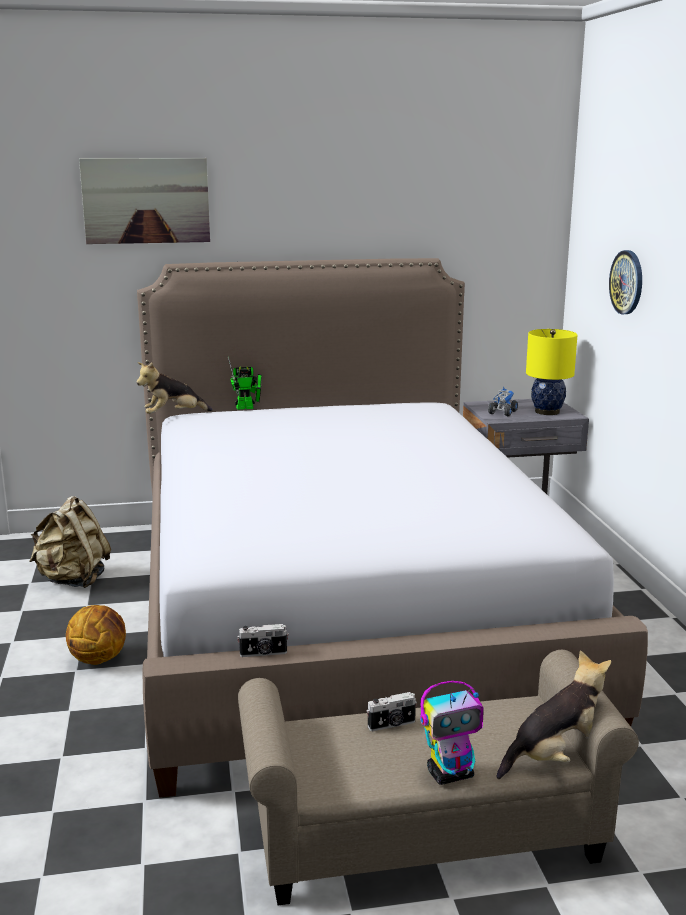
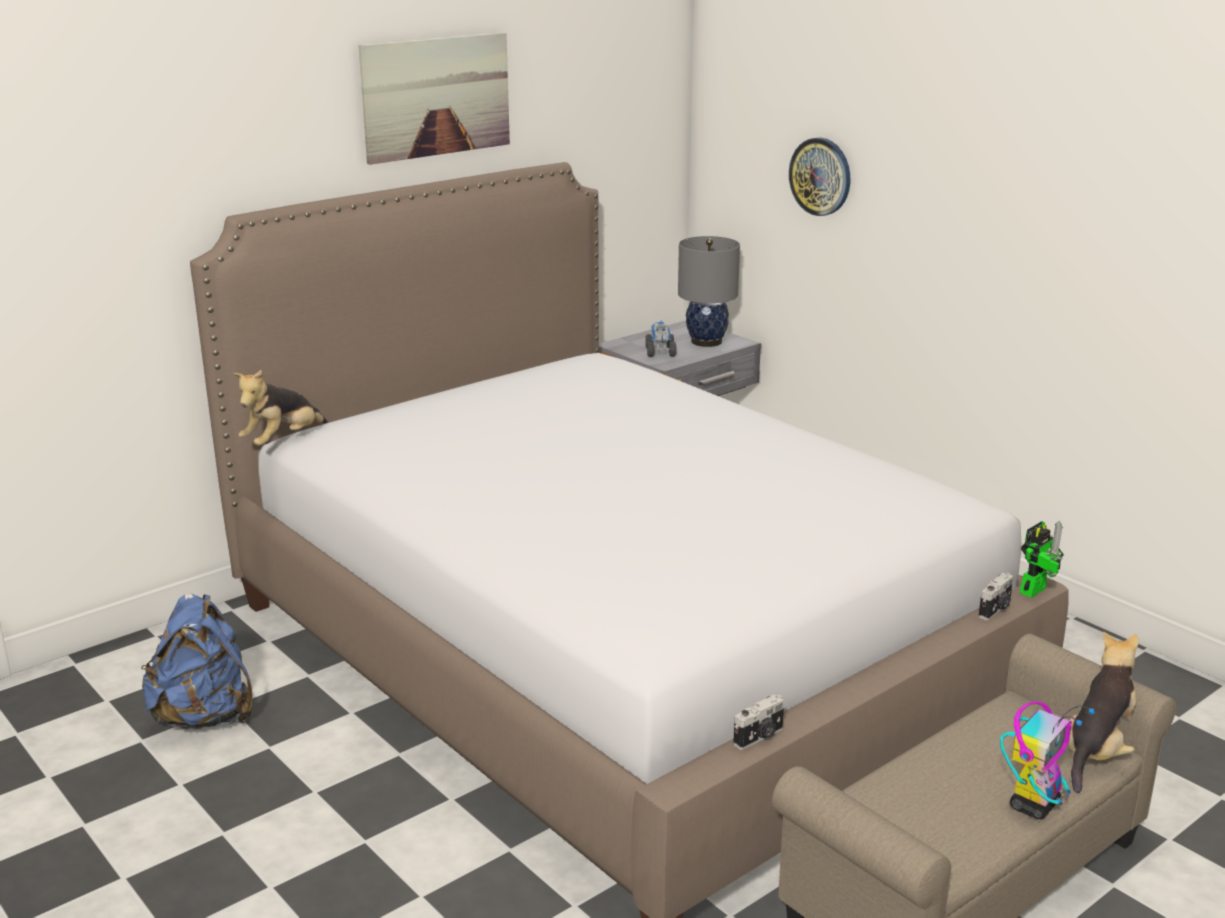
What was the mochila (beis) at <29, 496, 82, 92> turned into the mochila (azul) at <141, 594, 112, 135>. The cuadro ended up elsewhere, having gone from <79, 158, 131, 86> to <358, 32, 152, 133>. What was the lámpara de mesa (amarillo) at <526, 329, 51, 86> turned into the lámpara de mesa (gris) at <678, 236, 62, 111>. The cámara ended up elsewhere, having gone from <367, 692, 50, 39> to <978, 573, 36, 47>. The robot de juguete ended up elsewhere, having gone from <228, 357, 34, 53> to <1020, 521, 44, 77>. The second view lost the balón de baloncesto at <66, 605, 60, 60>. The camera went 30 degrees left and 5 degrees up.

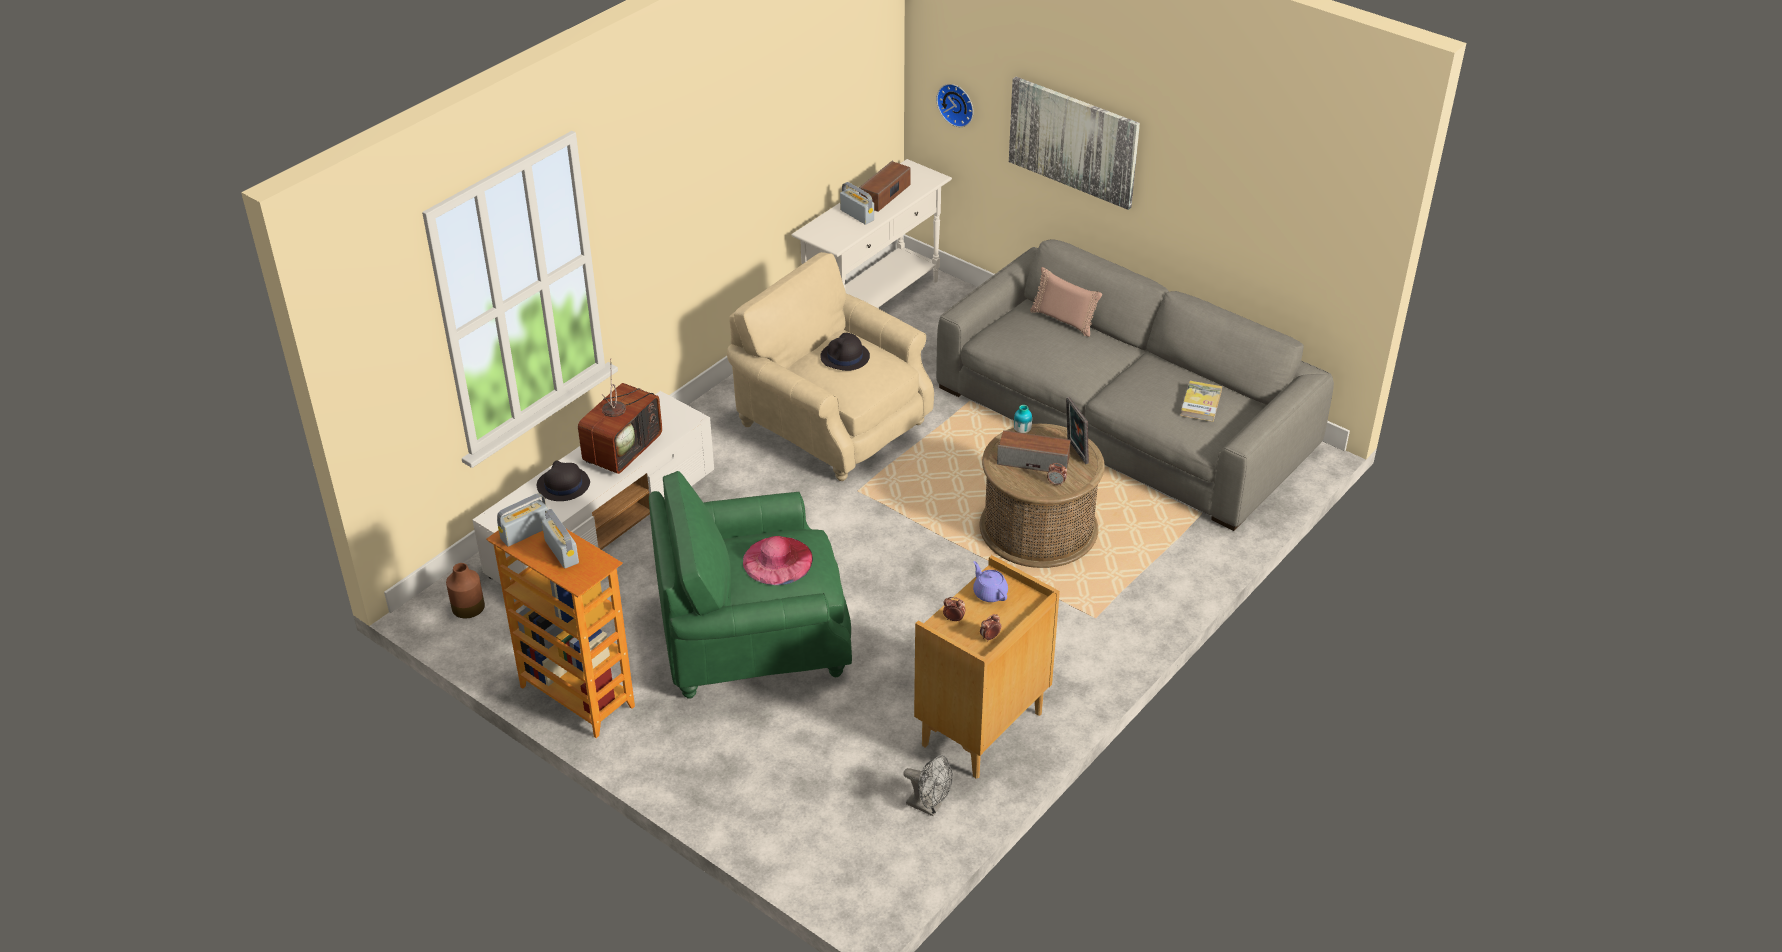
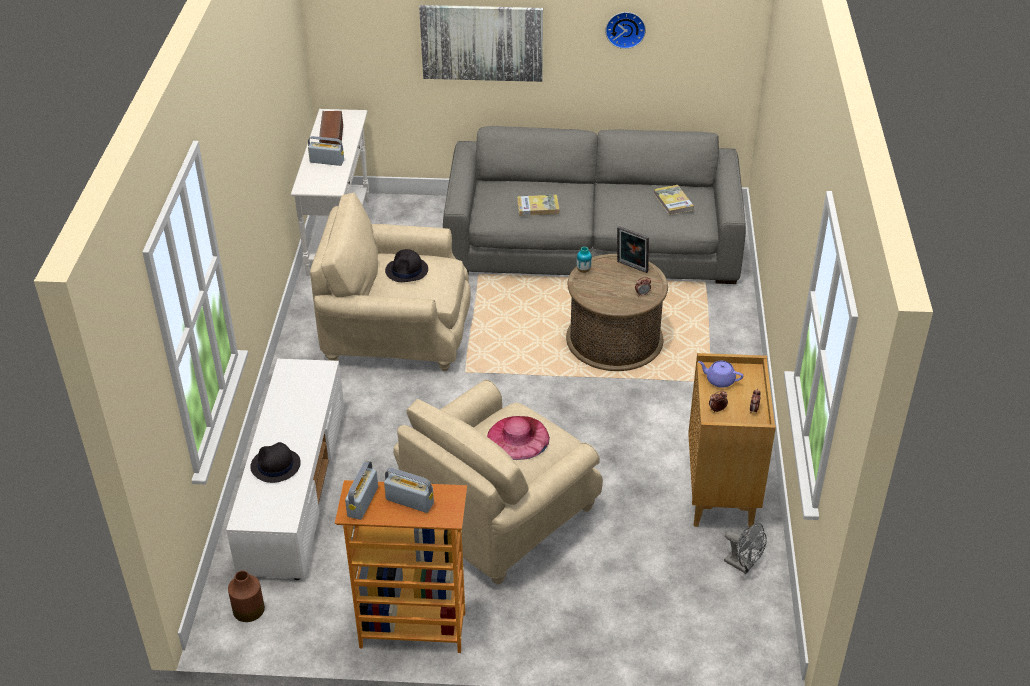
What was the sillón (verde) at <649, 471, 203, 228> turned into the sillón (beis) at <393, 379, 210, 205>. The second view gained the libro at <517, 195, 42, 21>. The reloj de pared ended up elsewhere, having gone from <936, 84, 37, 43> to <605, 12, 41, 37>. The ventilador (gris) at <903, 755, 50, 61> ended up facing another way, 45 degrees clockwise from before. The second view lost the televisor at <578, 358, 84, 116>. The second view lost the altavoz at <997, 430, 74, 43>. The second view lost the cojín (beis) at <1030, 267, 72, 70>. The camera went 35 degrees left and 0 degrees up.

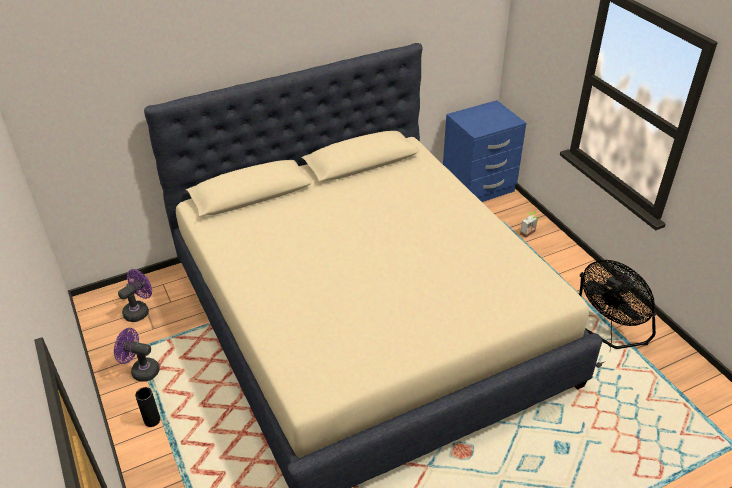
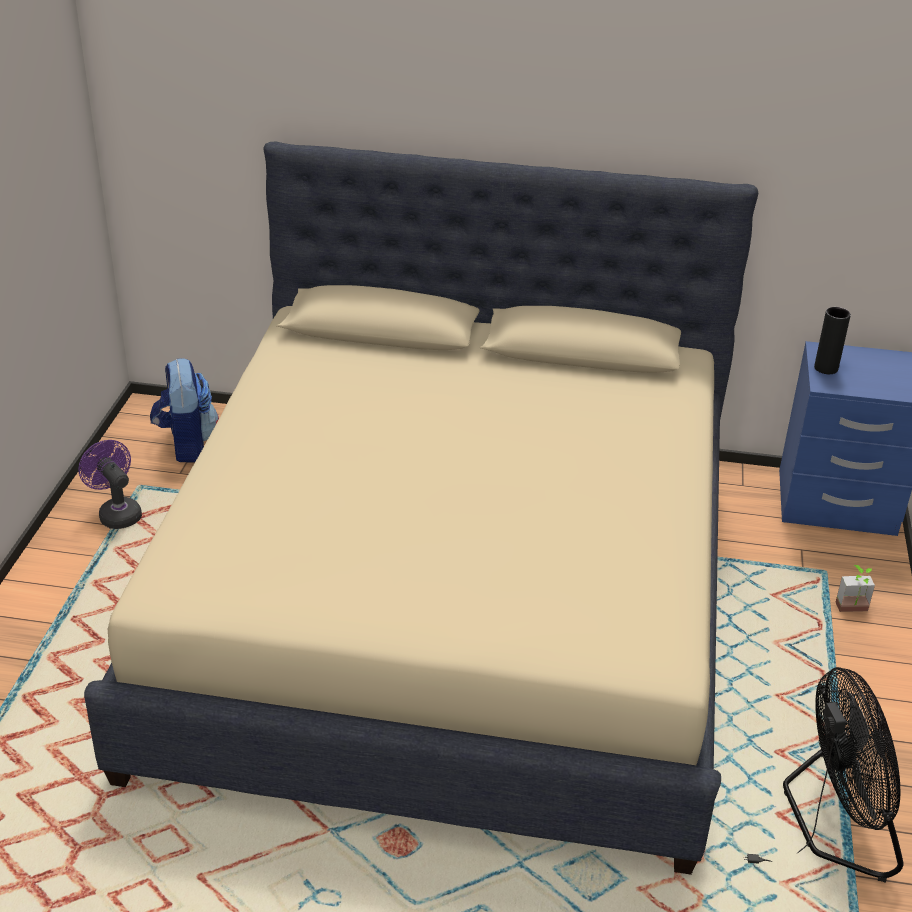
Where the ventilador (morado) stood at <118, 269, 34, 53>, the mochila came to stand at <150, 358, 69, 104>. The florero (negro) ended up elsewhere, having gone from <135, 387, 25, 40> to <814, 307, 37, 67>. The camera went 35 degrees right and 5 degrees down.

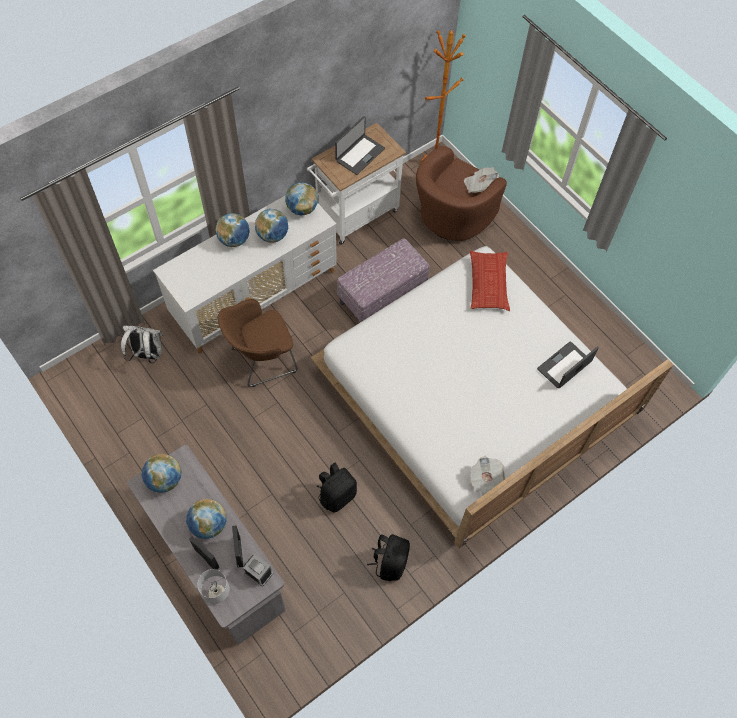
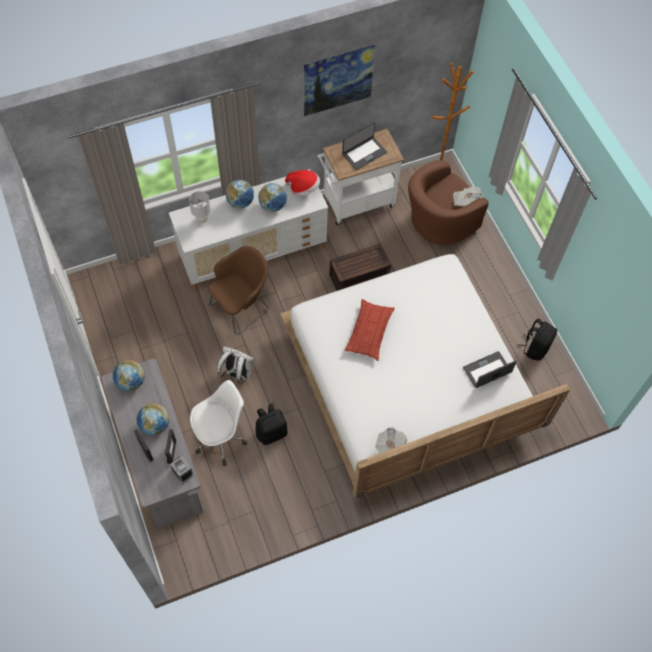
The lámpara de mesa (gris) ended up elsewhere, having gone from <197, 569, 33, 35> to <189, 191, 22, 32>. The second view gained the silla de oficina (blanco) at <190, 380, 57, 86>. The sillón (marrón) at <218, 299, 80, 88> ended up facing another way, 150 degrees clockwise from before. The mochila (blanco) ended up elsewhere, having gone from <121, 326, 42, 37> to <217, 346, 38, 38>. Where the globo terráqueo stood at <285, 182, 33, 33>, the sombrero came to stand at <285, 170, 35, 26>. The second view gained the cuadro at <304, 44, 72, 72>. Where the puf stood at <337, 238, 93, 84>, the caja de almacenaje (marrón) came to stand at <329, 244, 62, 47>. The cojín ended up elsewhere, having gone from <470, 250, 40, 61> to <345, 299, 50, 62>. The mochila (negro) ended up elsewhere, having gone from <367, 534, 43, 47> to <518, 319, 39, 41>. The camera went 15 degrees right and 0 degrees up.

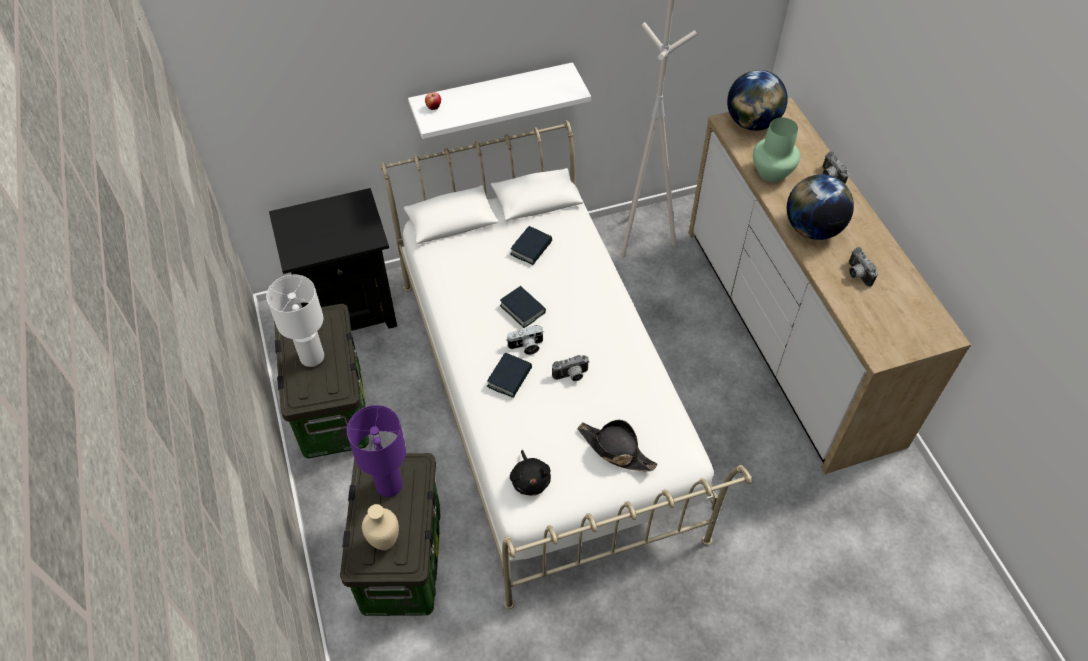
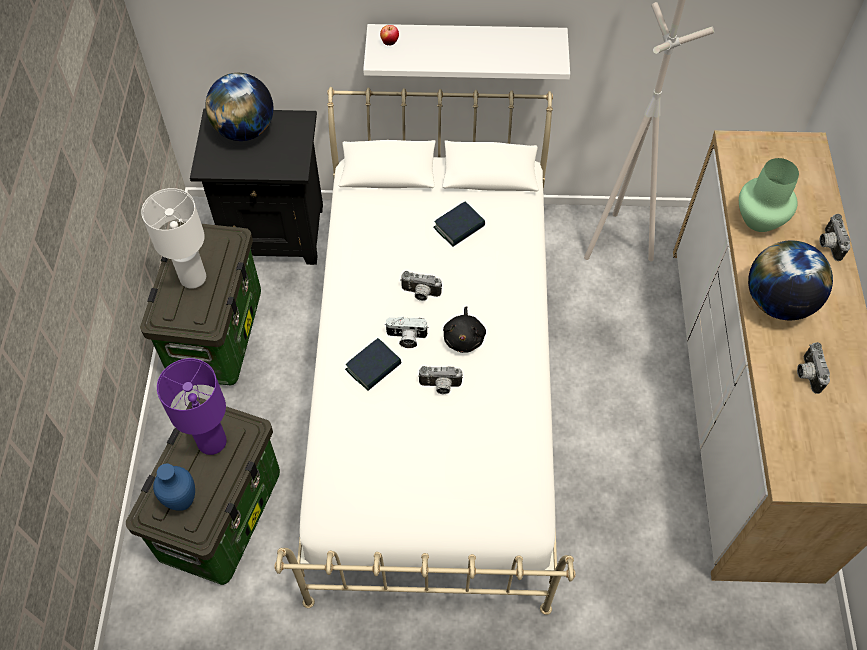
What was the florero (beis) at <362, 504, 37, 46> turned into the florero (azul) at <153, 463, 42, 48>. The globo terráqueo ended up elsewhere, having gone from <727, 70, 61, 61> to <205, 73, 68, 68>. Where the libro stood at <500, 286, 46, 42>, the cámara came to stand at <400, 271, 42, 30>. The peluche (negro) ended up elsewhere, having gone from <510, 450, 41, 45> to <443, 306, 43, 47>. The second view lost the sombrero (negro) at <578, 420, 79, 51>. The camera went 20 degrees right and 5 degrees up.

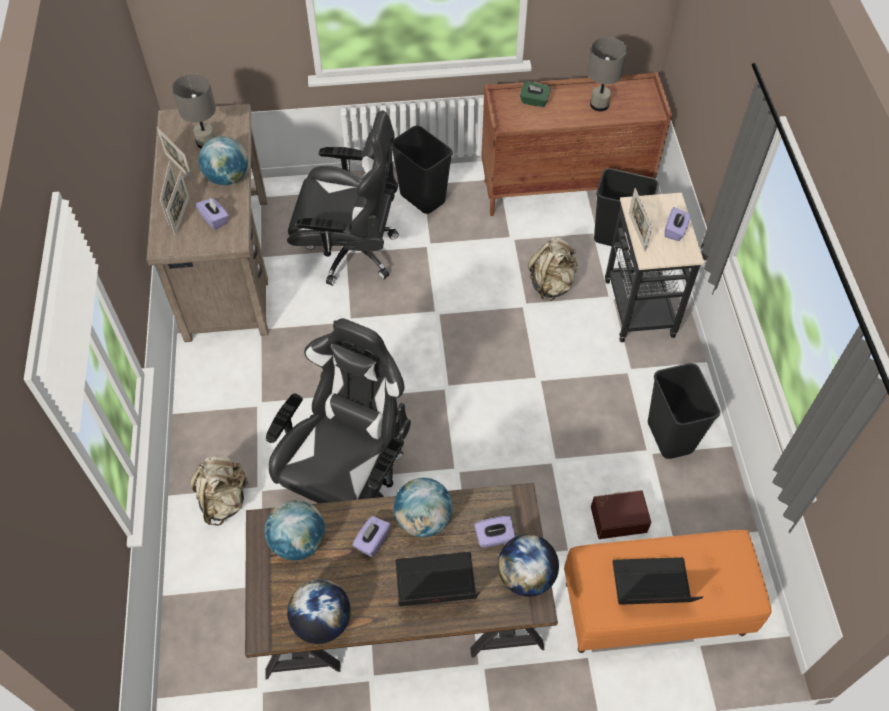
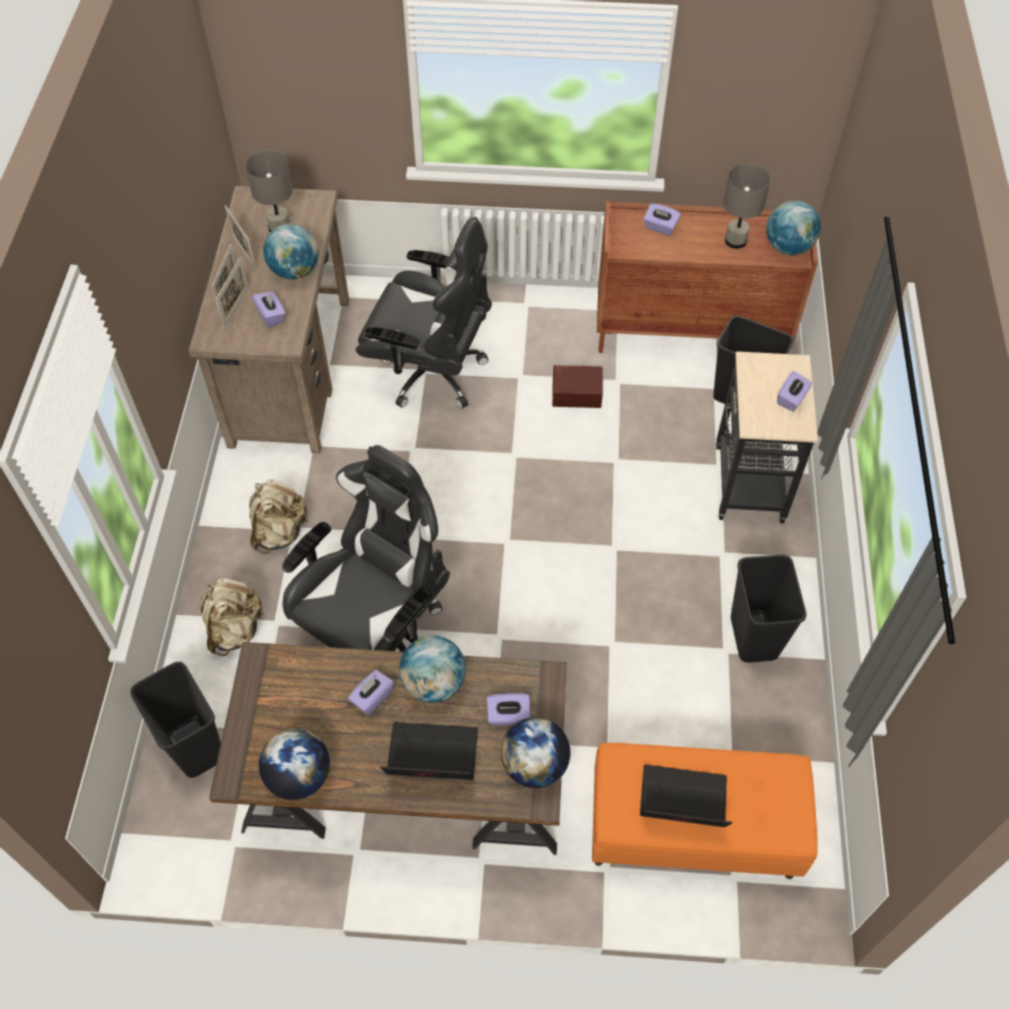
The papelera (negro) ended up elsewhere, having gone from <392, 125, 61, 89> to <130, 662, 91, 116>. The mochila (beis) ended up elsewhere, having gone from <528, 238, 49, 63> to <249, 479, 59, 75>. The caja de almacenaje (marrón) ended up elsewhere, having gone from <591, 490, 60, 49> to <552, 365, 51, 43>. What was the caja de pañuelos (verde) at <520, 82, 31, 25> turned into the caja de pañuelos (morado) at <643, 204, 38, 32>. The globo terráqueo ended up elsewhere, having gone from <265, 500, 60, 60> to <766, 201, 55, 54>. The second view lost the portarretratos at <629, 188, 23, 64>. The camera went 10 degrees right and 0 degrees up.

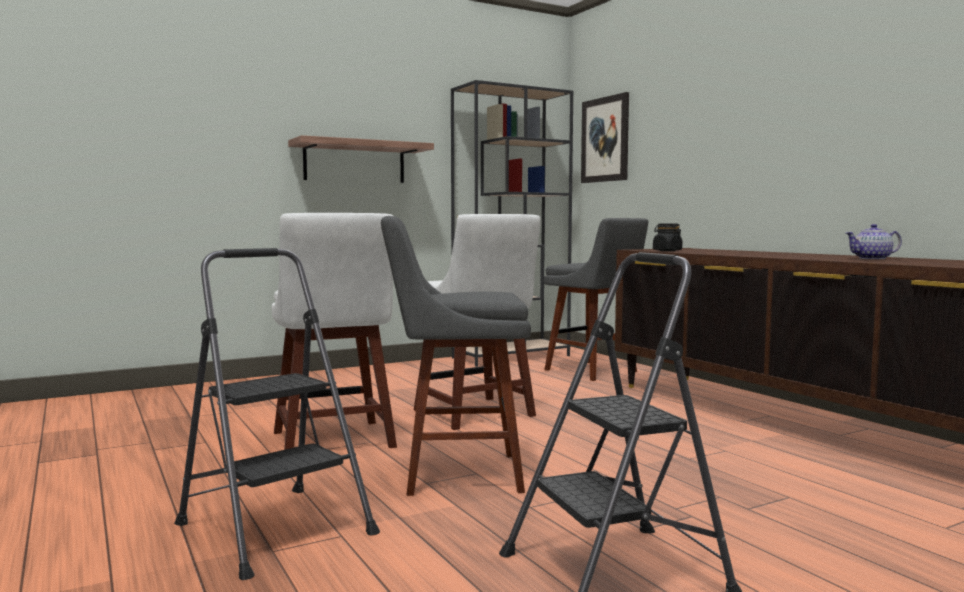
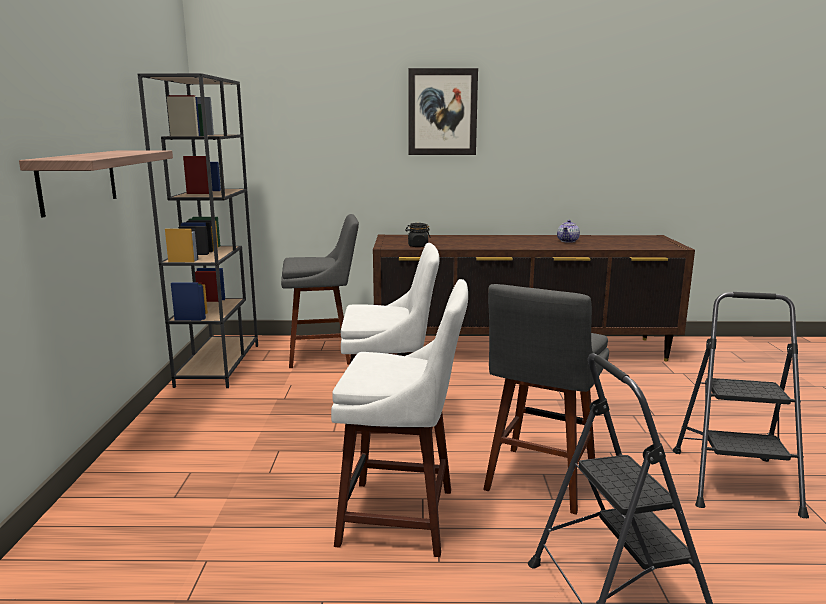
The cuadro ended up elsewhere, having gone from <581, 92, 48, 91> to <408, 68, 70, 87>. The camera went 60 degrees left and 10 degrees up.

